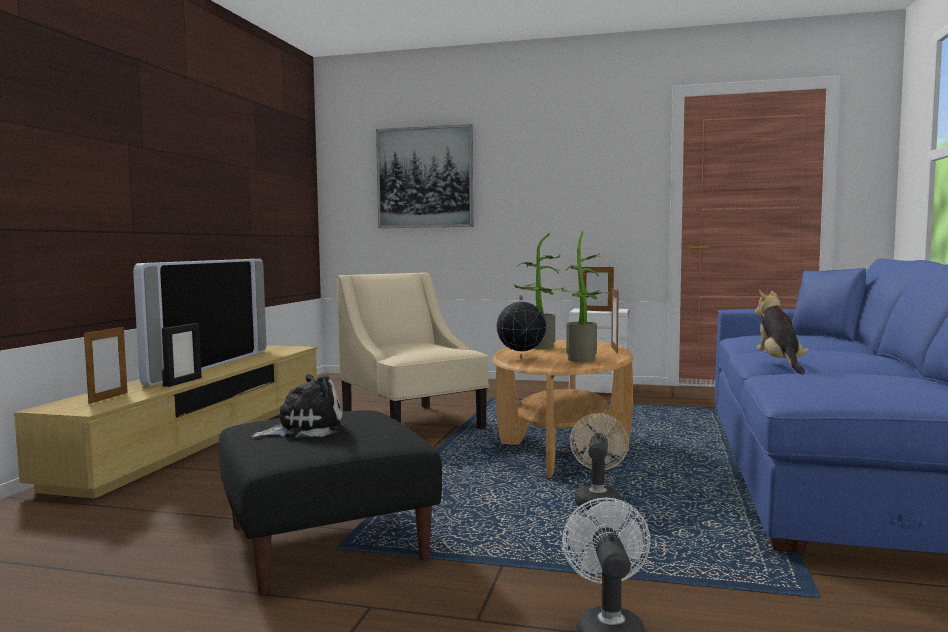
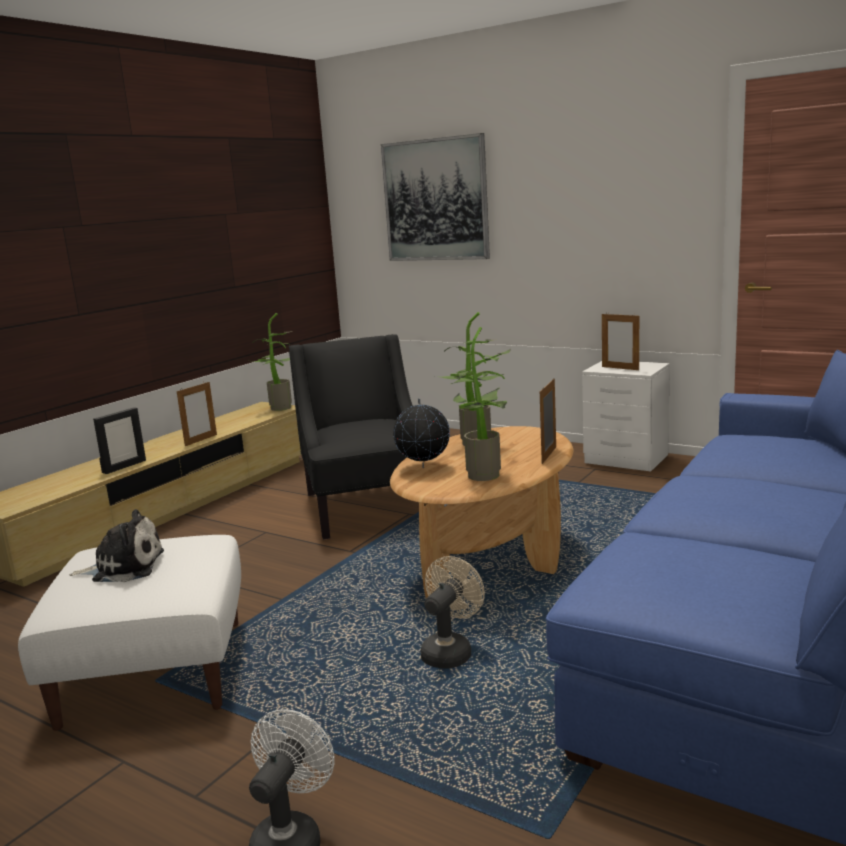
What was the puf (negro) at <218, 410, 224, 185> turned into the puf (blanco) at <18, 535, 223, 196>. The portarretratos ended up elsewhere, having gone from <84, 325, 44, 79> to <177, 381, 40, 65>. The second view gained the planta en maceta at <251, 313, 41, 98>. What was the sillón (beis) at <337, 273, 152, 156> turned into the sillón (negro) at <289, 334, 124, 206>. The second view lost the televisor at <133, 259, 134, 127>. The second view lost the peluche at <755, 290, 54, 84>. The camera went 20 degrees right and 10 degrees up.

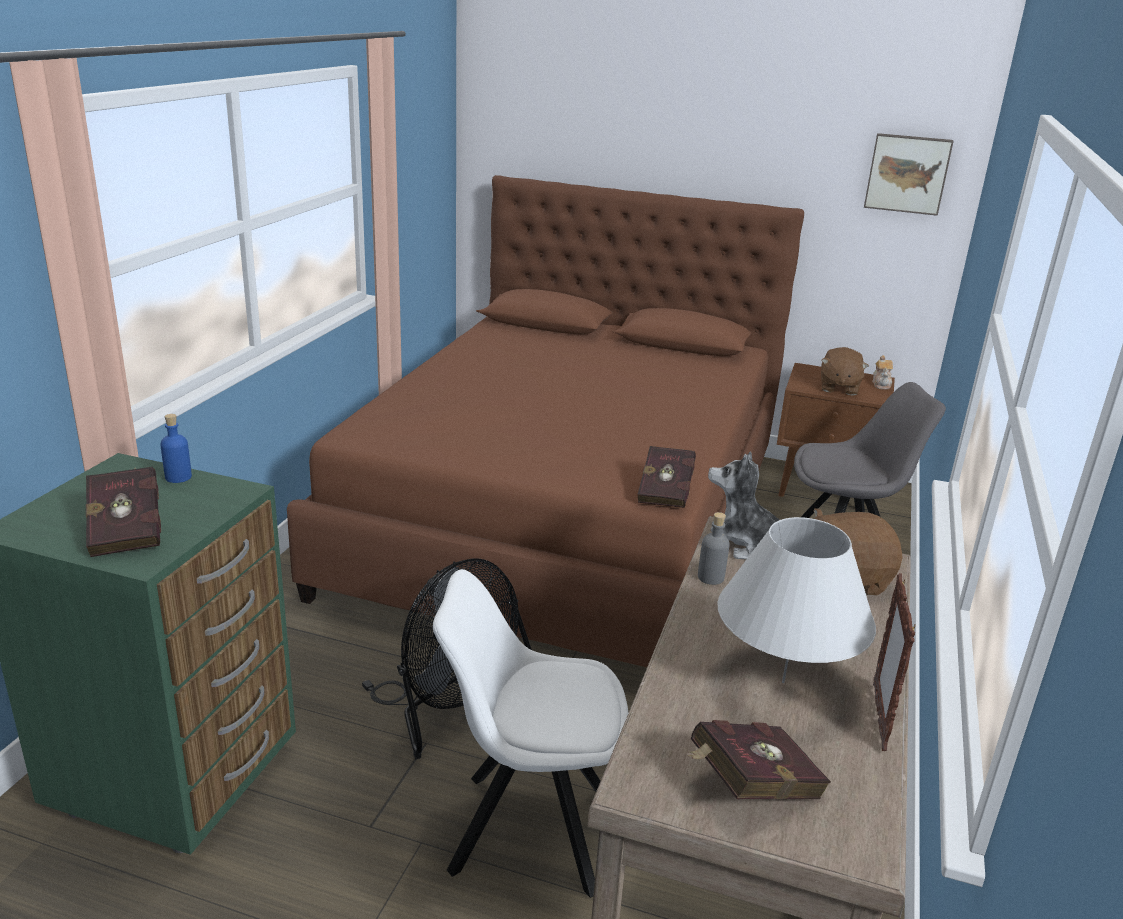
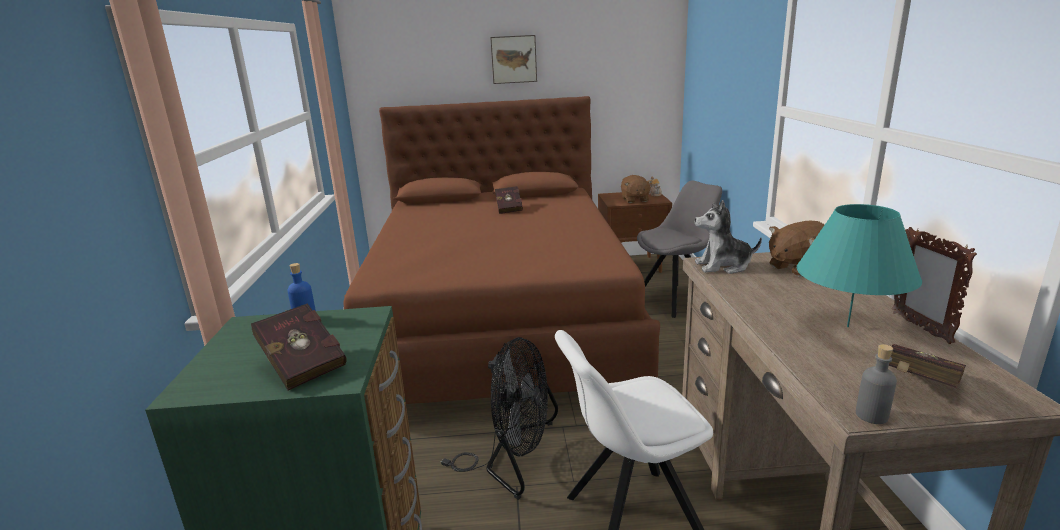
The cuadro ended up elsewhere, having gone from <864, 133, 90, 83> to <490, 35, 47, 49>. The libro (rojo) ended up elsewhere, having gone from <638, 446, 58, 62> to <495, 187, 28, 27>. What was the lámpara de mesa (blanco) at <717, 517, 159, 166> turned into the lámpara de mesa (turquesa) at <797, 204, 125, 123>. The botella (gris) ended up elsewhere, having gone from <698, 512, 32, 73> to <856, 344, 41, 80>. The camera went 20 degrees left and 5 degrees down.

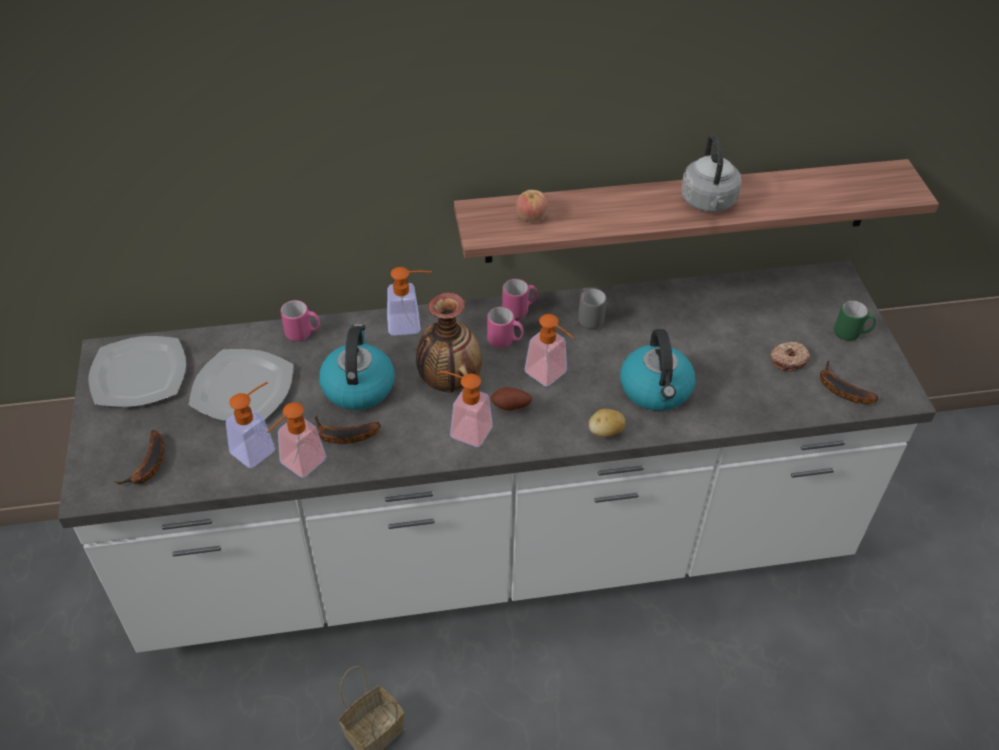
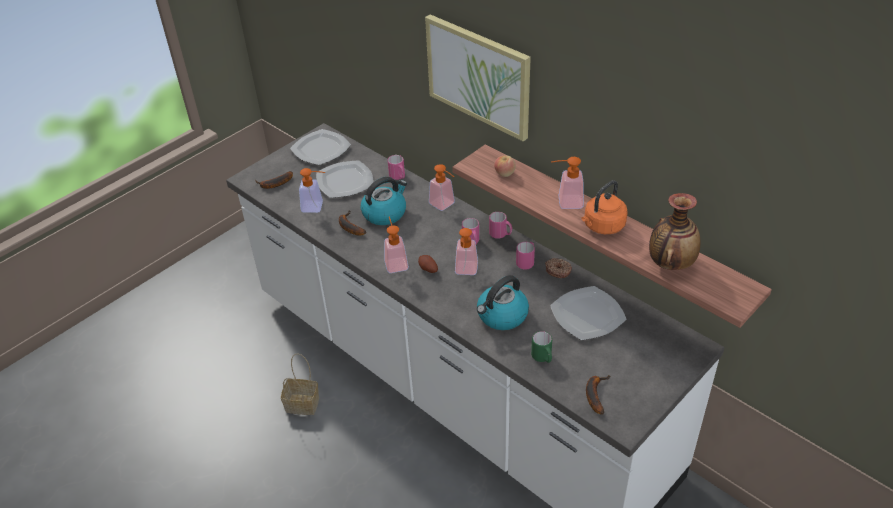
The second view gained the cuadro at <425, 14, 106, 127>. What was the taza grande (gris) at <578, 288, 29, 41> turned into the taza grande (rosa) at <516, 242, 19, 28>. The taza grande (verde) ended up elsewhere, having gone from <834, 300, 42, 41> to <531, 331, 21, 32>. The rosquilla ended up elsewhere, having gone from <770, 342, 40, 29> to <545, 258, 27, 20>. The second view gained the plato at <550, 286, 76, 54>. The dispensador de jabón ended up elsewhere, having gone from <267, 402, 59, 76> to <551, 157, 33, 52>. What was the hervidor (gris) at <681, 135, 61, 77> turned into the hervidor (naranja) at <581, 180, 47, 54>. The florero ended up elsewhere, having gone from <416, 293, 66, 99> to <649, 193, 51, 77>. The second view lost the patata at <588, 409, 37, 28>. The camera went 55 degrees right and 5 degrees down.

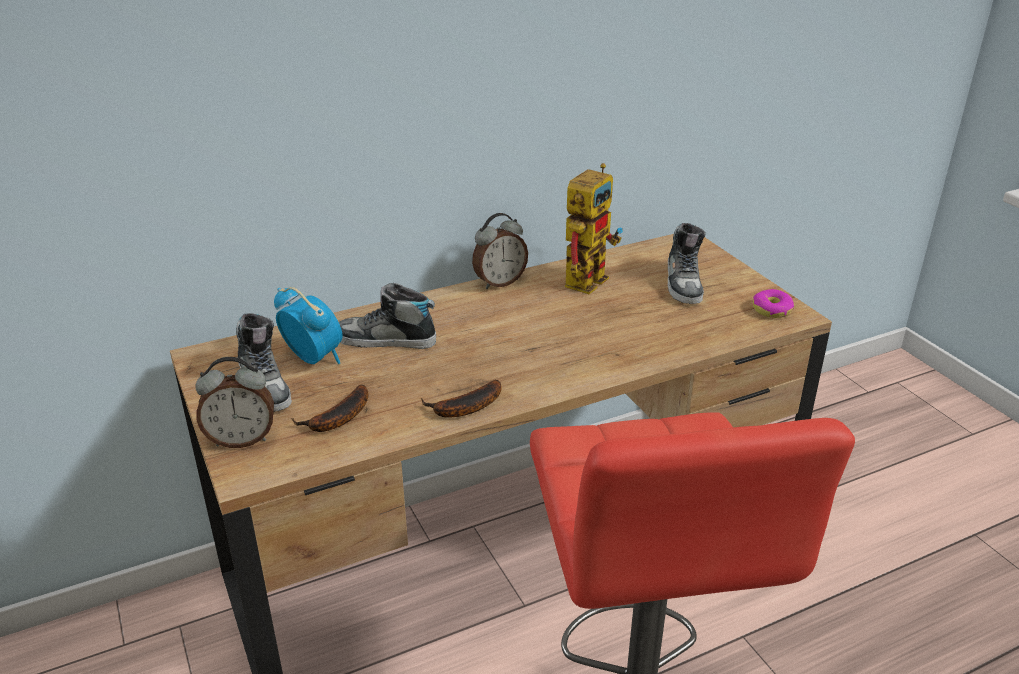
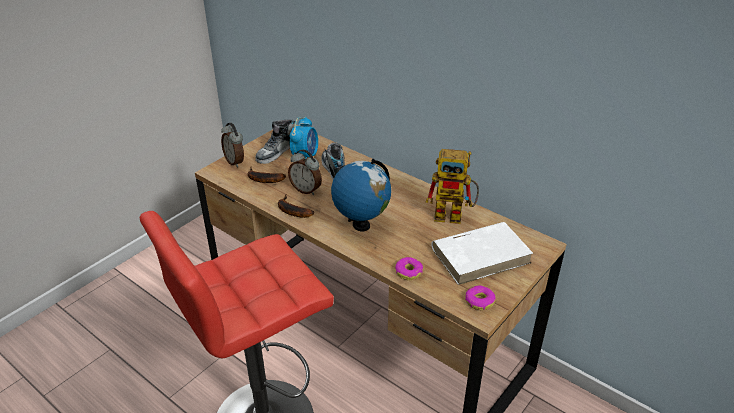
The despertador ended up elsewhere, having gone from <472, 213, 56, 76> to <288, 149, 34, 46>. The second view gained the globo terráqueo at <331, 159, 60, 72>. The second view gained the rosquilla at <395, 257, 28, 23>. Where the zapato stood at <668, 223, 38, 81>, the libro (blanco) came to stand at <431, 222, 103, 63>. The camera went 65 degrees right and 5 degrees up.

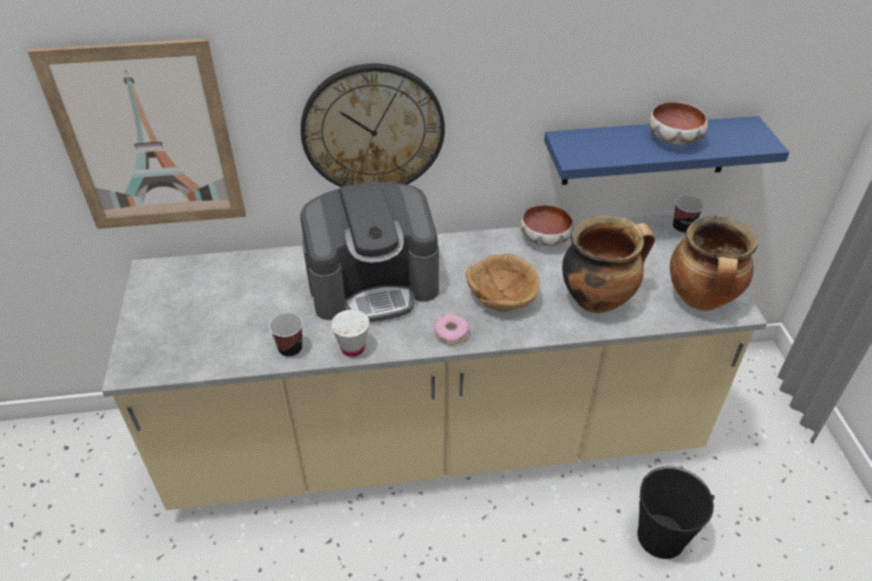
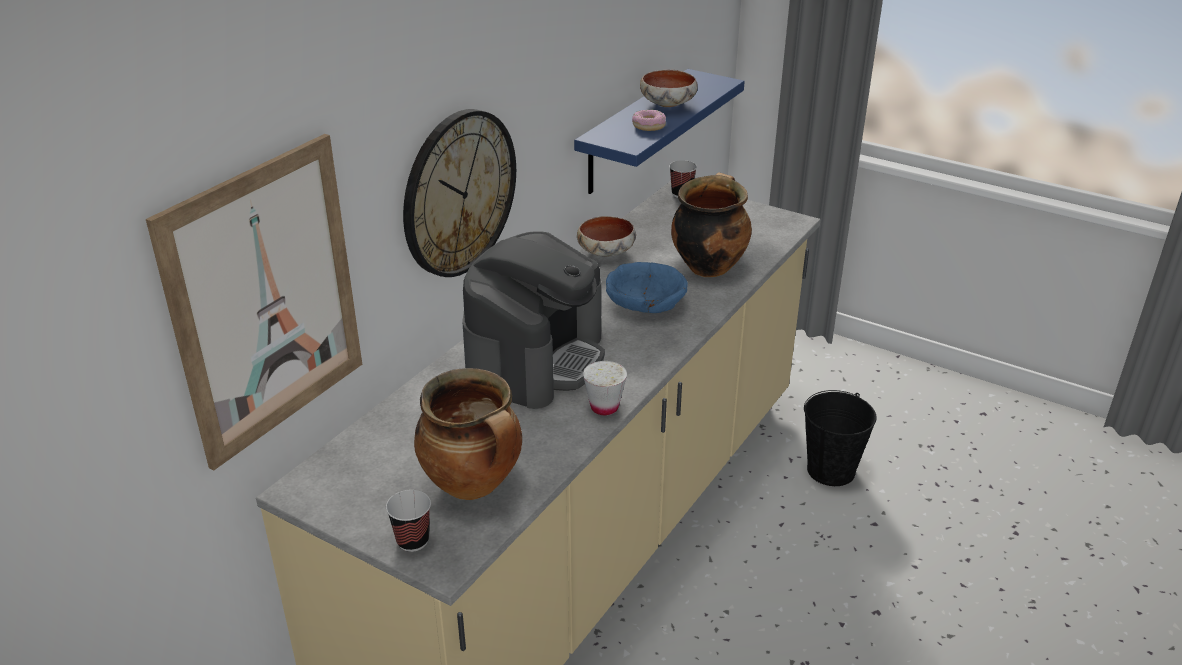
The taza ended up elsewhere, having gone from <269, 313, 34, 45> to <386, 490, 45, 62>. The olla ended up elsewhere, having gone from <670, 215, 87, 96> to <414, 368, 108, 132>. What was the cuenco (marrón) at <466, 254, 74, 58> turned into the cuenco (azul) at <606, 262, 82, 51>. The rosquilla ended up elsewhere, having gone from <434, 314, 35, 31> to <632, 109, 34, 22>. The camera went 50 degrees left and 10 degrees down.

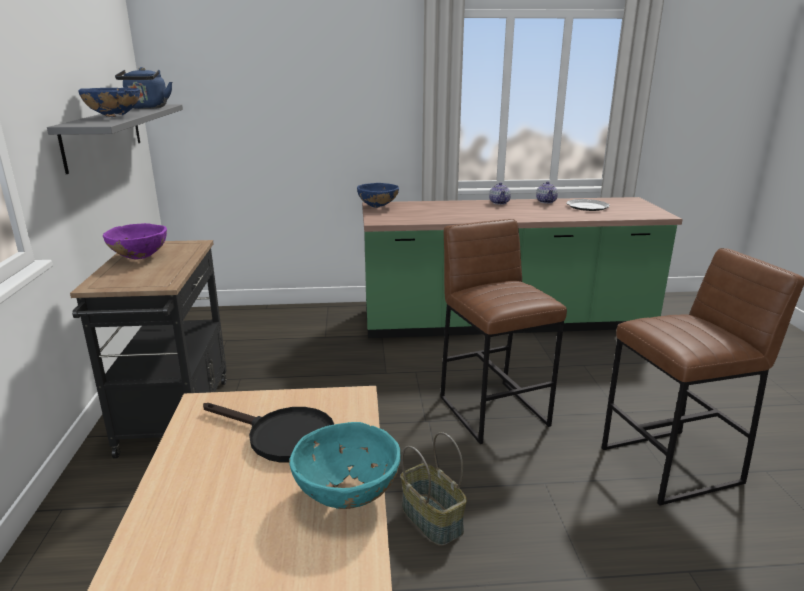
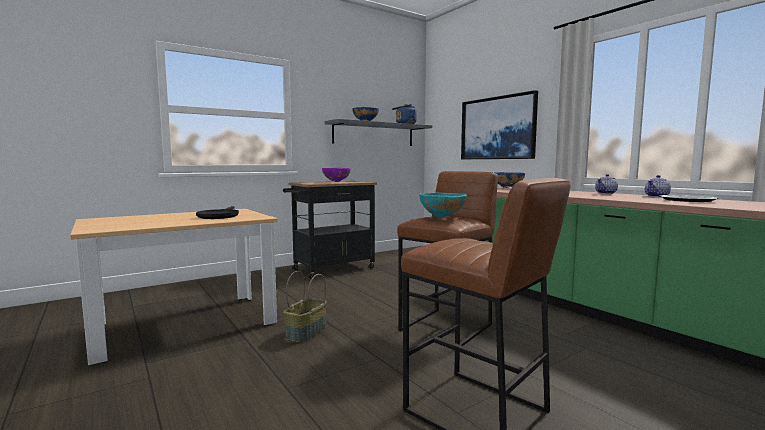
The cuenco (turquesa) ended up elsewhere, having gone from <289, 422, 112, 87> to <419, 192, 48, 25>. The second view gained the cuadro at <461, 90, 77, 69>. The camera went 60 degrees right and 15 degrees down.

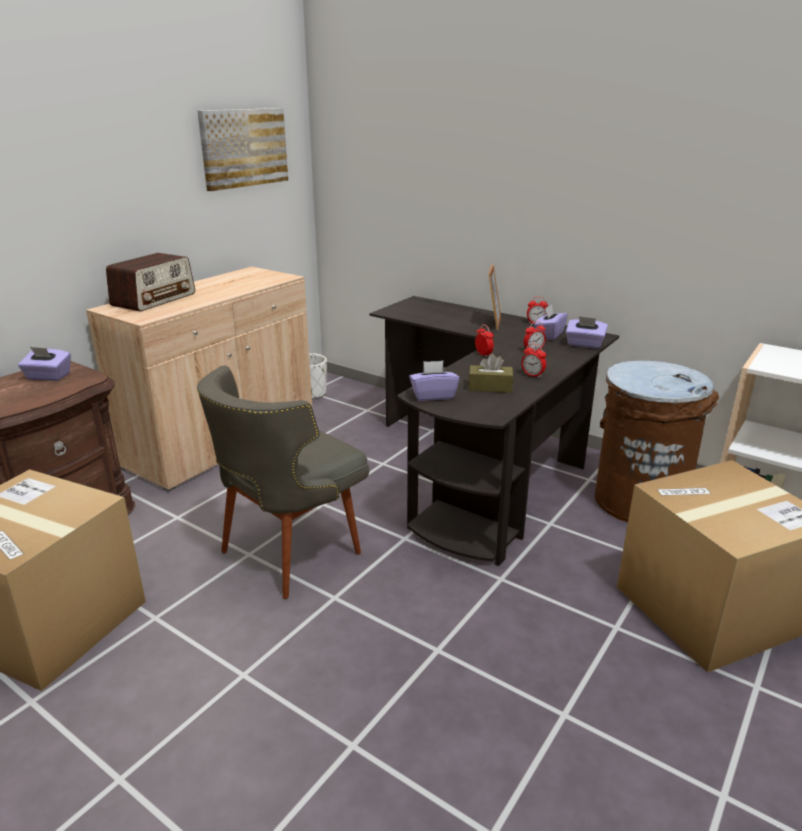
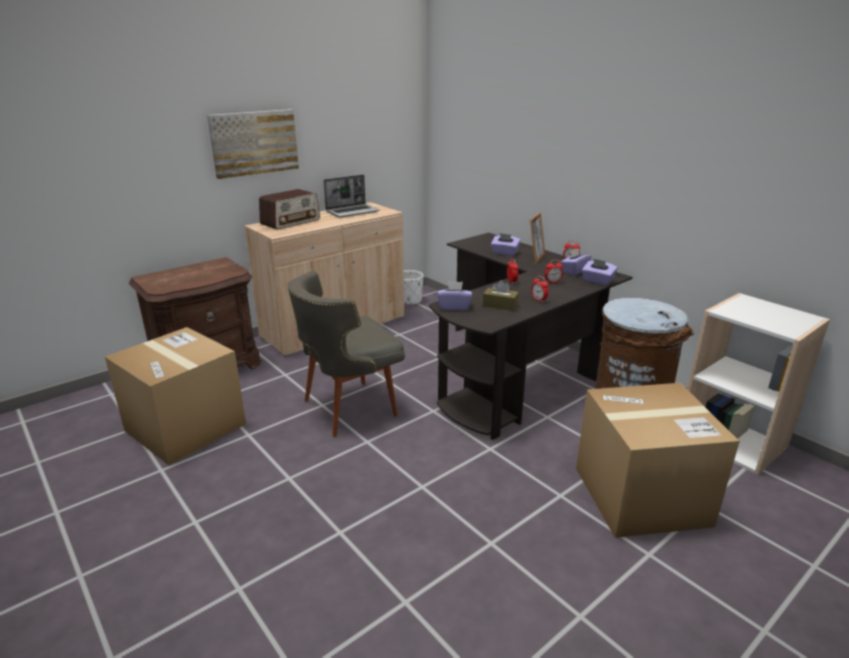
The cuadro ended up elsewhere, having gone from <197, 108, 91, 83> to <207, 109, 92, 70>. The second view gained the portátil at <324, 175, 56, 43>. The caja de pañuelos (morado) ended up elsewhere, having gone from <18, 347, 53, 34> to <491, 233, 30, 23>. The camera went 15 degrees right and 0 degrees up.

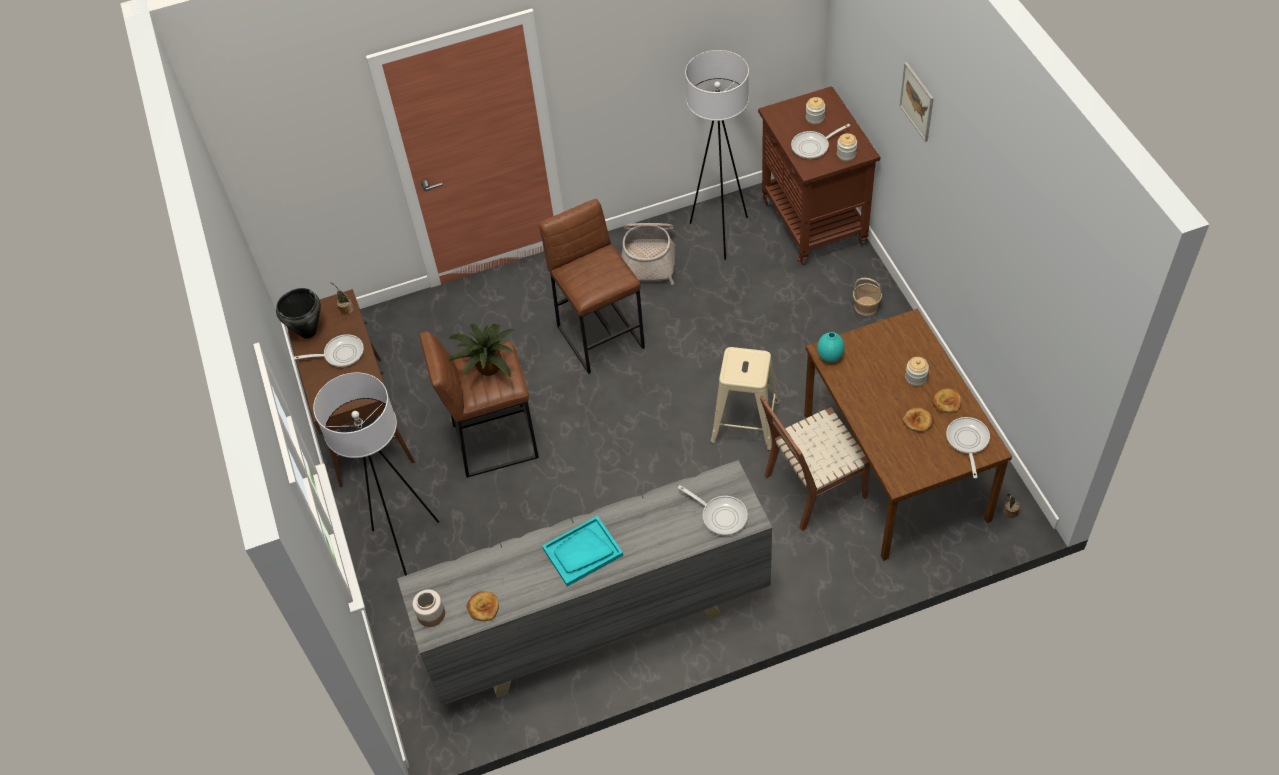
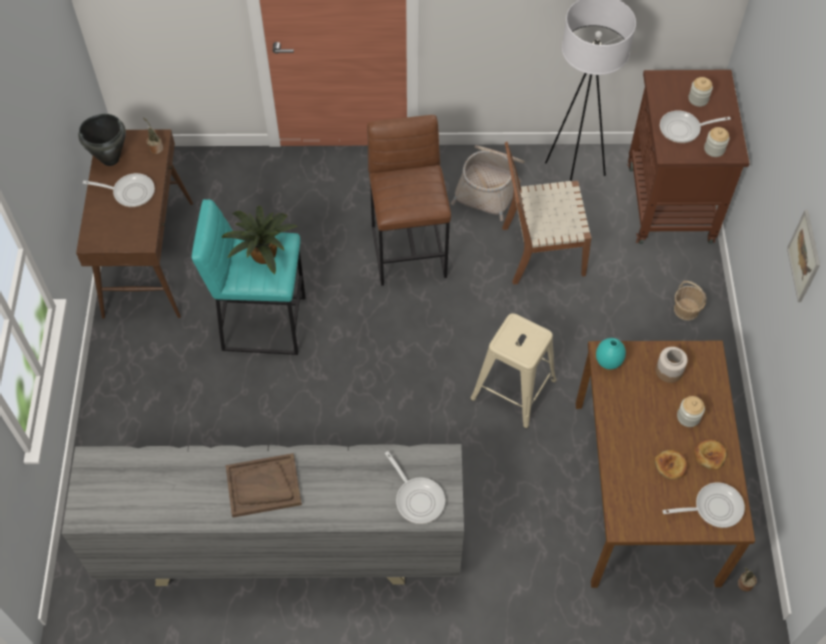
What was the taburete (marrón) at <420, 331, 119, 147> turned into the taburete (turquesa) at <191, 199, 115, 156>. What was the bandeja (turquesa) at <542, 516, 81, 71> turned into the bandeja (marrón) at <226, 453, 76, 64>. The silla ended up elsewhere, having gone from <760, 395, 110, 136> to <502, 142, 90, 143>. The tarro ended up elsewhere, having gone from <412, 589, 33, 38> to <656, 347, 32, 36>. The sartén at <946, 417, 44, 61> ended up facing another way, 60 degrees clockwise from before. The cuadro ended up elsewhere, having gone from <900, 62, 34, 80> to <787, 210, 33, 92>. The second view lost the lámpara de pie (blanco) at <313, 373, 126, 203>. The second view lost the pan at <467, 591, 32, 30>. The camera went 15 degrees right and 5 degrees up.

